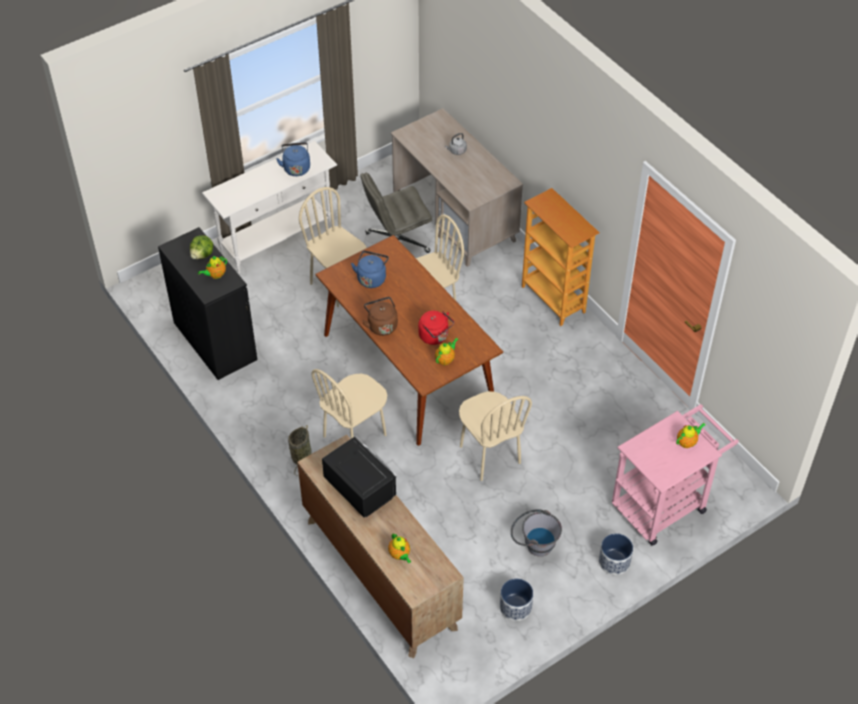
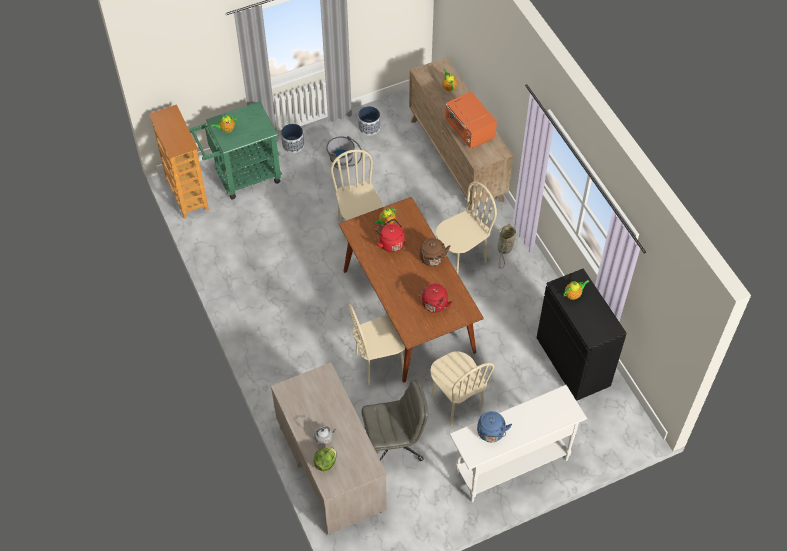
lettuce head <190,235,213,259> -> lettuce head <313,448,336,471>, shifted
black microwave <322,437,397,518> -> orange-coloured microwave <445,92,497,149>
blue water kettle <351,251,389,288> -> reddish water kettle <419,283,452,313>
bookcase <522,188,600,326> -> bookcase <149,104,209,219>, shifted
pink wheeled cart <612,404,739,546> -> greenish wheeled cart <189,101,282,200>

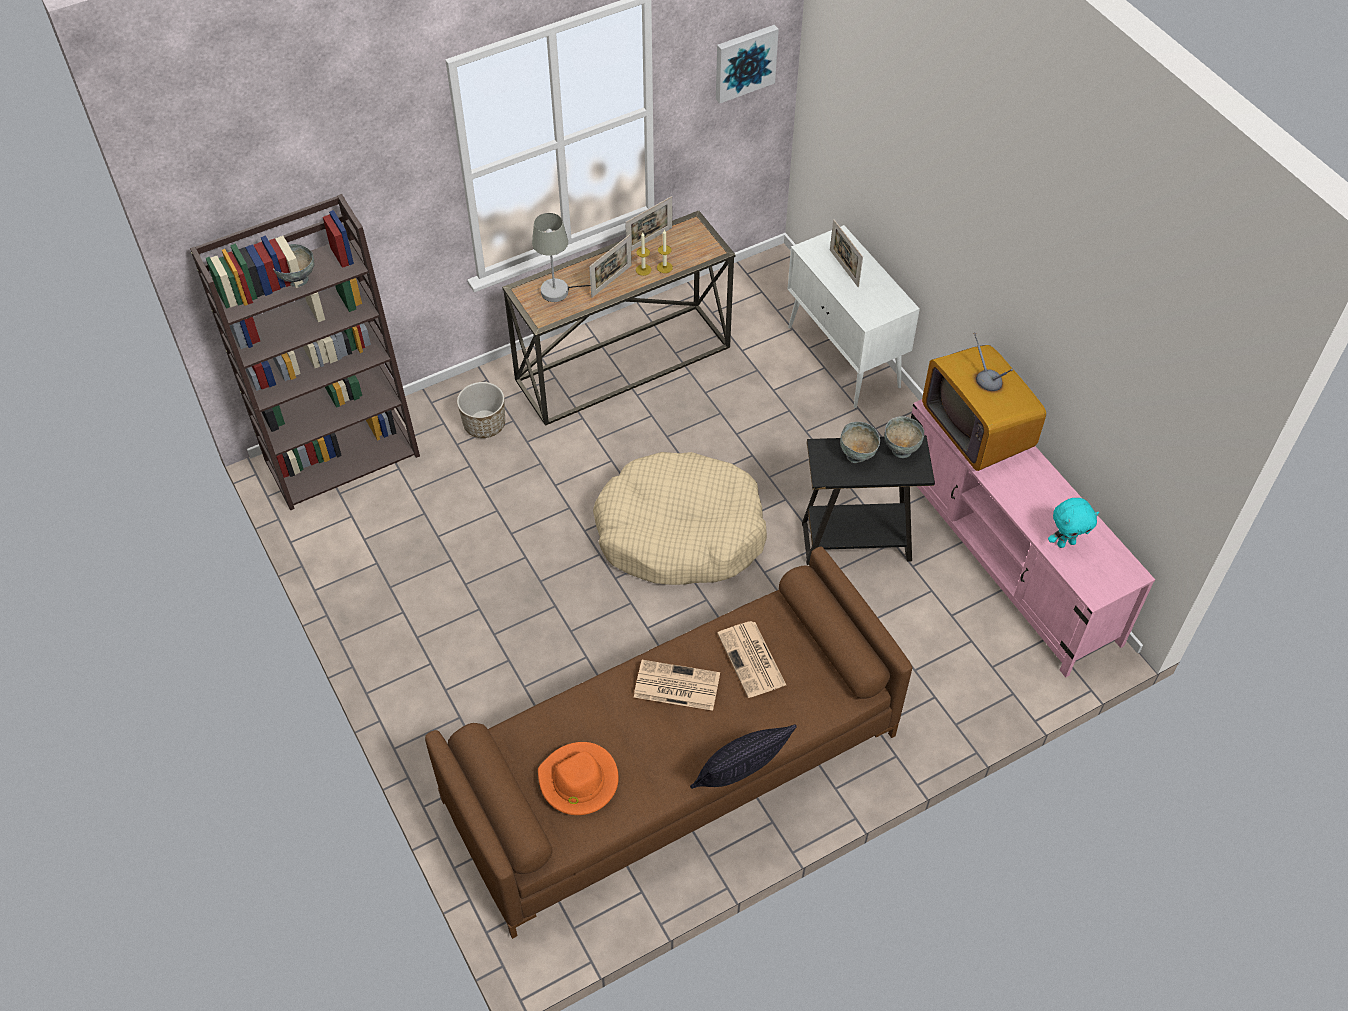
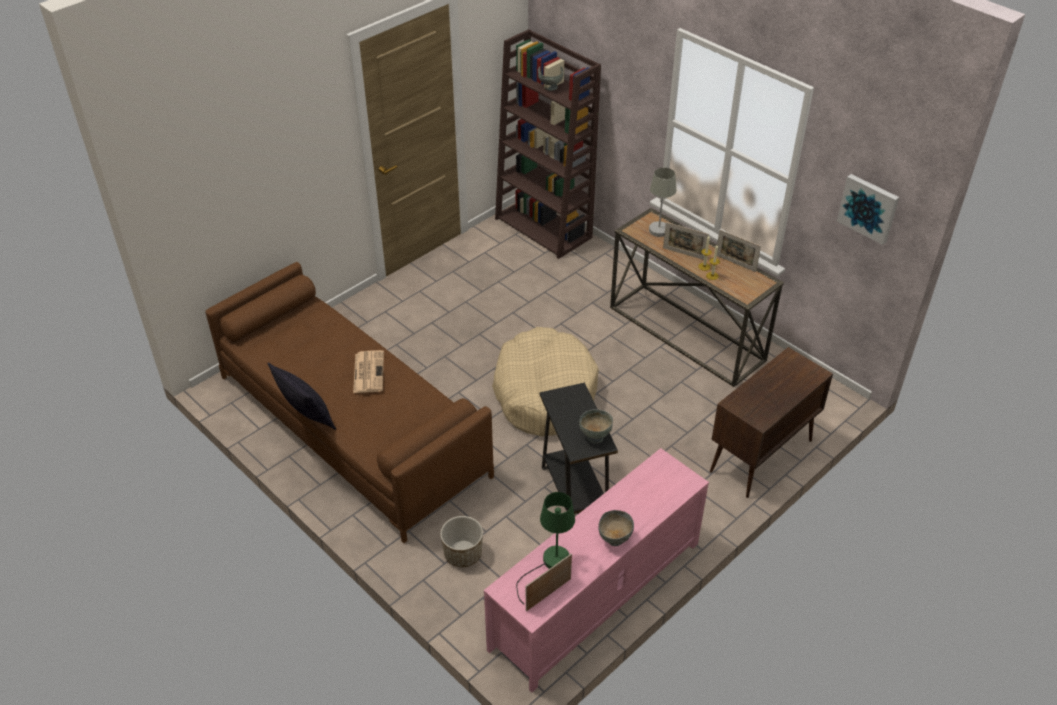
planter <457,382,505,438> -> planter <440,516,483,567>, shifted
orange-coloured clothing hat <538,742,619,815> -> none
daily paper <717,621,786,698> -> none
white cupboard <788,225,920,408> -> brown cupboard <710,347,833,498>
picture frame <830,219,863,287> -> picture frame <526,553,572,611>, shifted
grey bowl <840,422,880,463> -> grey bowl <598,510,634,546>, shifted
television <922,332,1046,471> -> none
turquoise-coloured cuddly toy <1048,498,1099,548> -> greenish tabletop lamp <516,492,575,605>

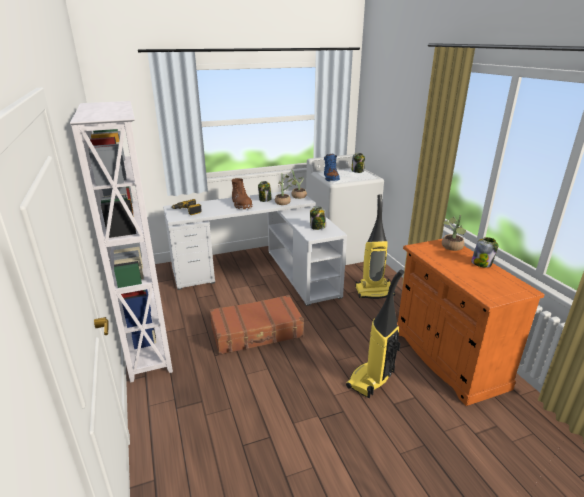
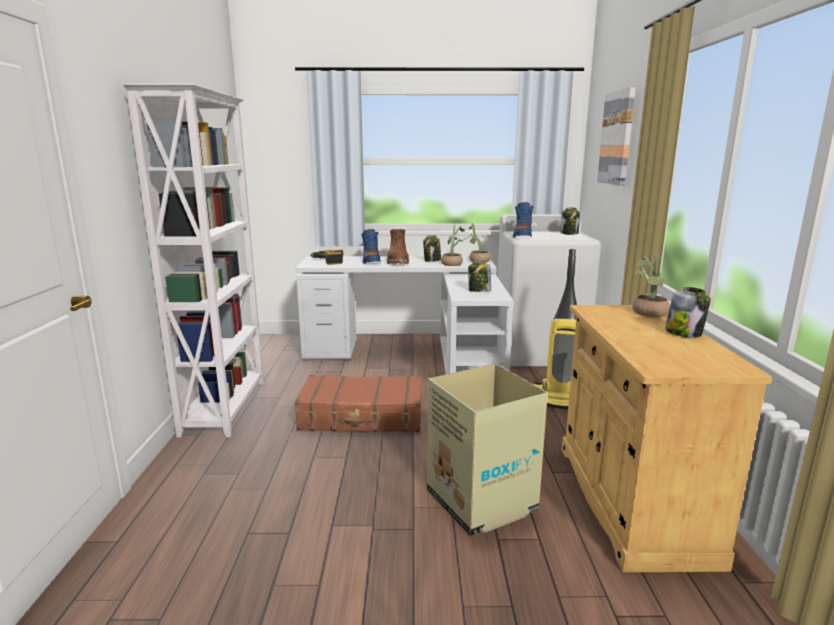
vacuum <346,270,404,398> -> cardboard box <427,364,548,536>
orange-coloured cupboard <397,239,545,406> -> beige cupboard <562,305,772,572>
none -> blue high-top boot <361,229,381,264>
none -> wall picture <597,87,636,186>

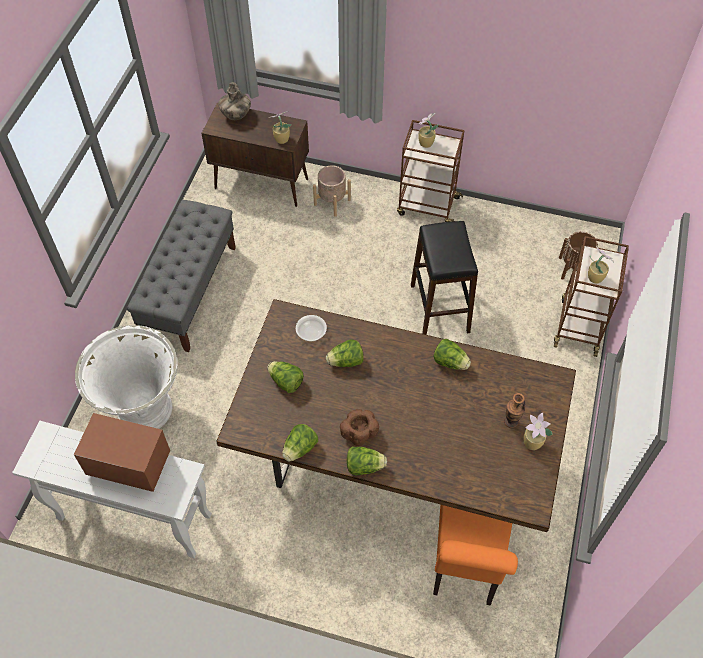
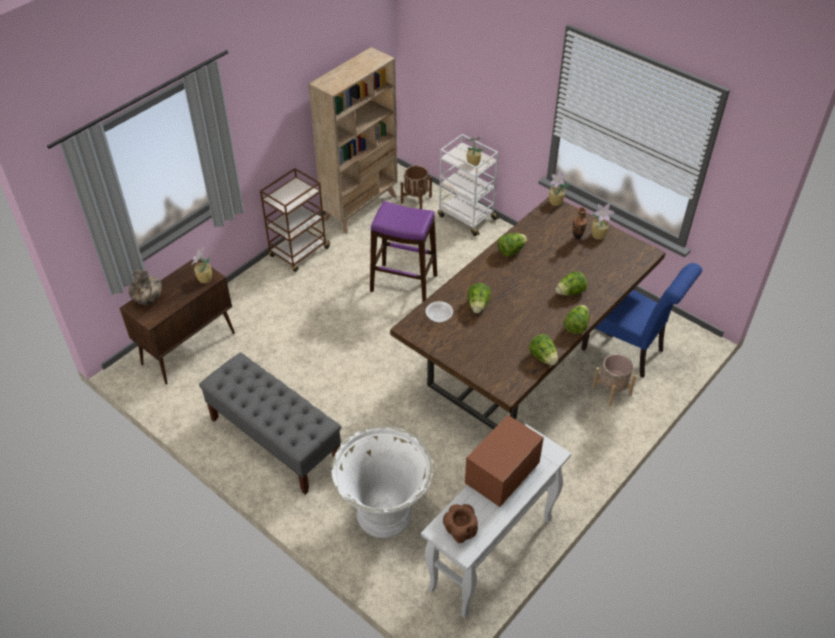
lettuce head <267,361,304,393> -> lettuce head <556,271,587,295>, shifted
beige planter <313,165,351,217> -> beige planter <592,354,637,407>, shifted
brown bowl <340,409,379,446> -> brown bowl <443,504,478,543>, shifted
black stool <411,221,478,335> -> purplish stool <370,201,437,302>
plant in a pot <417,113,439,148> -> plant in a pot <549,170,569,206>, shifted
orange-coloured plain chair <433,504,518,606> -> blue plain chair <581,263,702,378>
brown wheeled cart <554,236,629,357> -> white wheeled cart <438,134,499,236>
none -> beige bookcase <309,47,398,233>

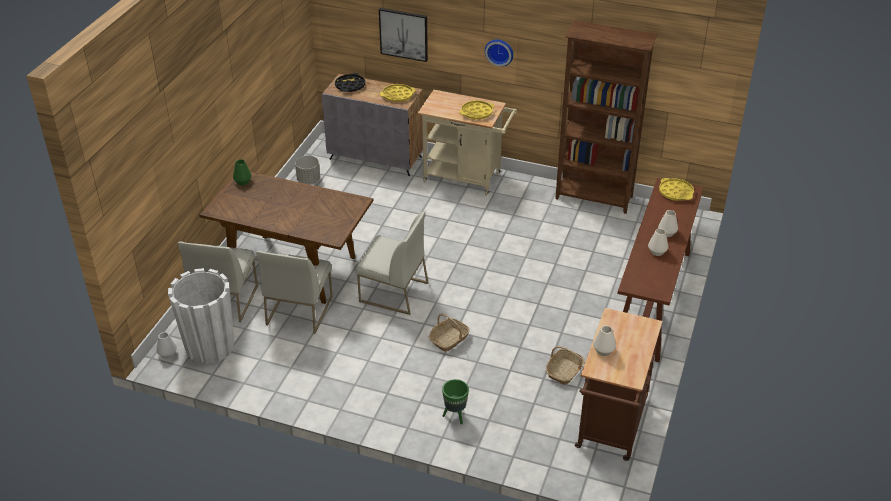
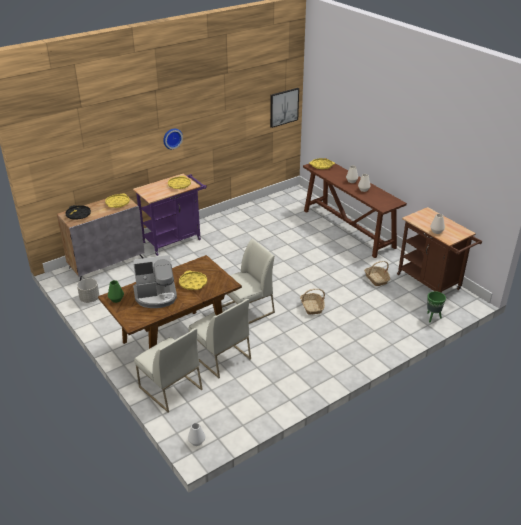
white planter <168,268,234,364> -> none
wall picture <379,8,428,62> -> wall picture <270,88,299,128>, shifted
beige wheeled cart <418,90,517,195> -> purplish wheeled cart <133,174,207,256>
greenish planter <442,379,469,424> -> greenish planter <427,291,446,322>, shifted
brown bookcase <555,20,658,214> -> none
none -> coffee brewer <133,255,177,308>
none -> yellowish carrying tray <179,271,207,290>

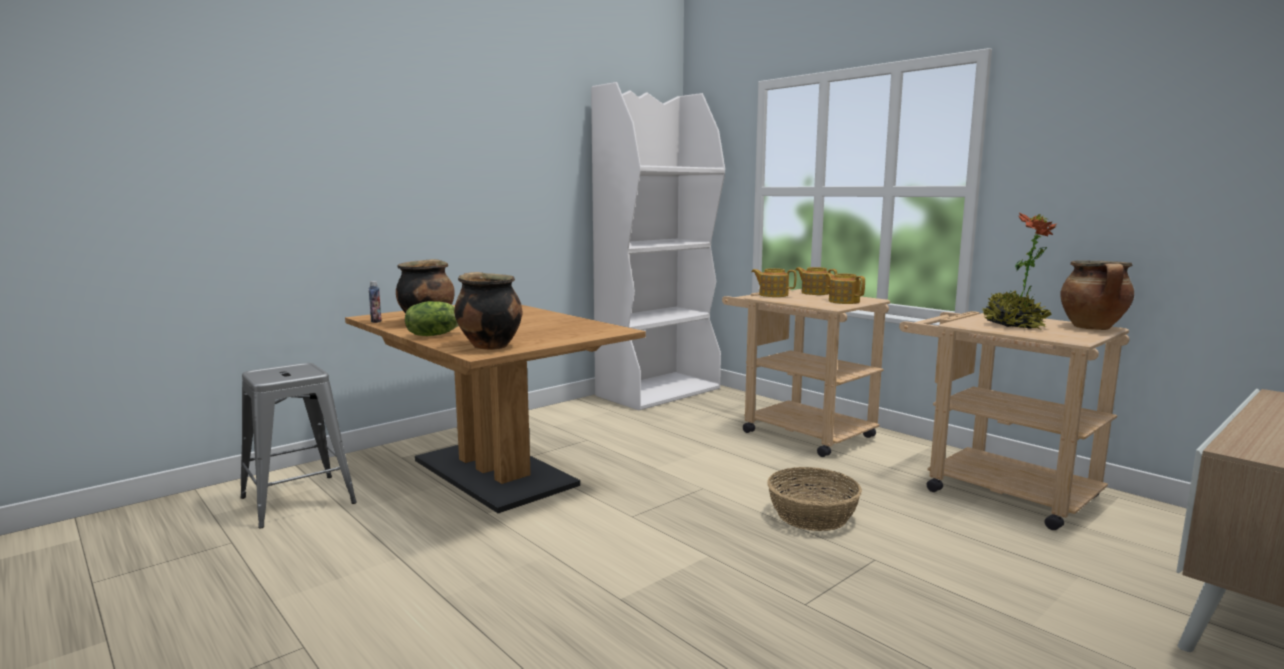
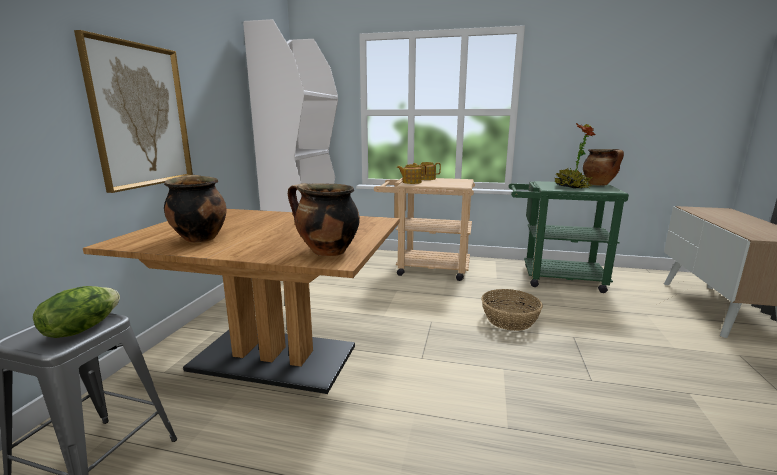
beverage bottle <369,281,382,323> -> none
lettuce head <405,301,459,336> -> lettuce head <33,286,120,338>, shifted
teapot <825,273,865,304> -> none
beige wheeled cart <899,311,1129,530> -> greenish wheeled cart <509,181,629,293>
none -> wall picture <74,30,193,193>

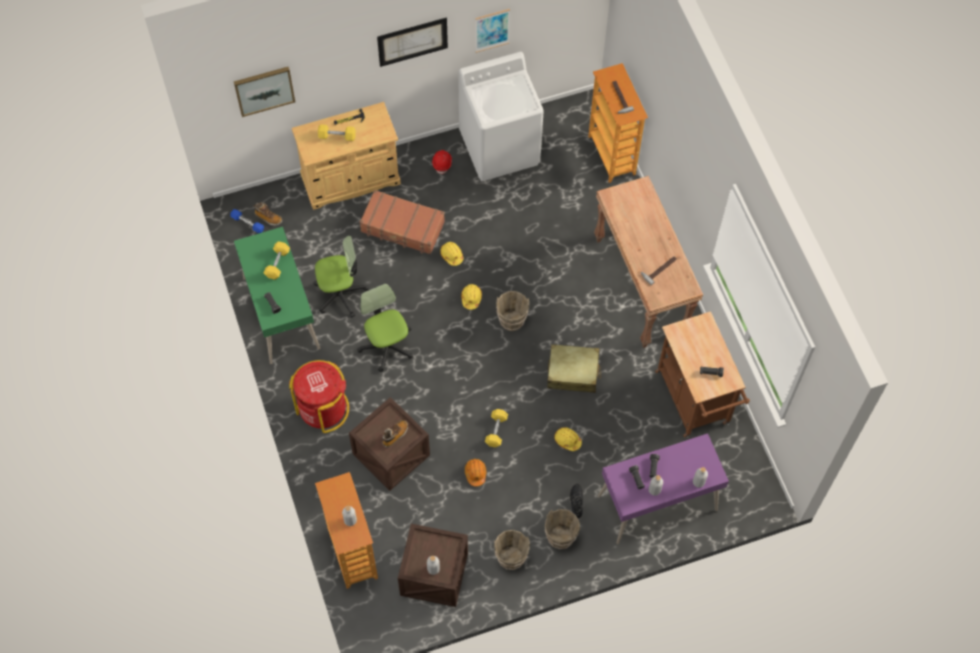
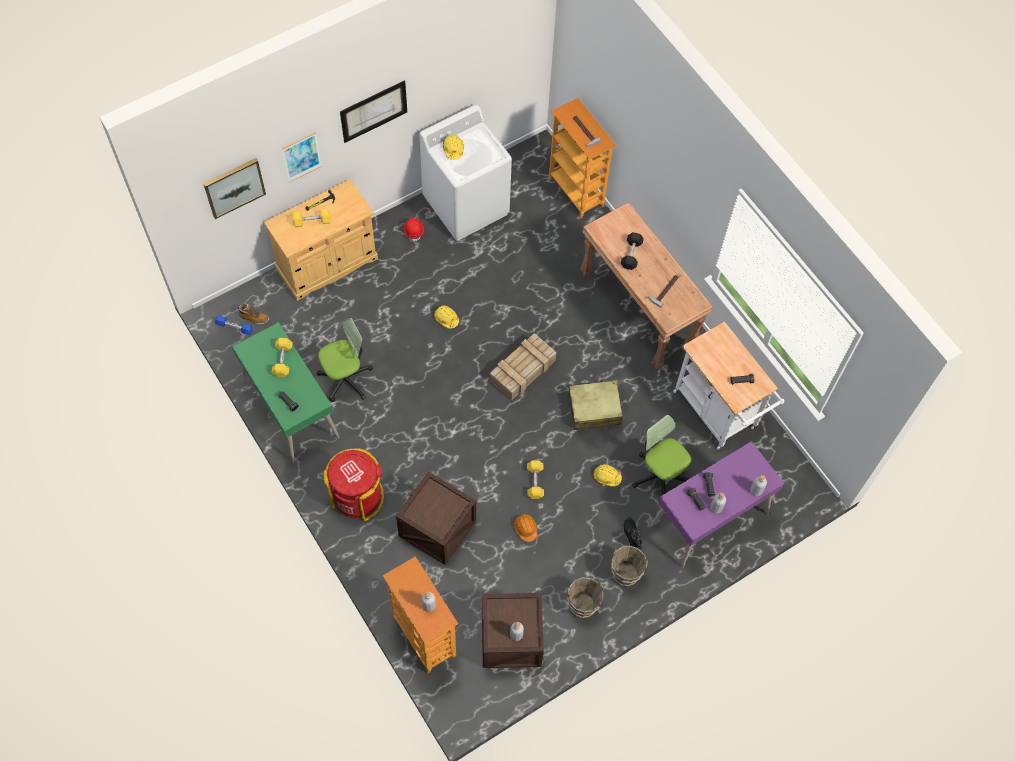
office chair <357,284,413,372> -> office chair <632,415,691,495>, shifted
brown travel case <359,190,445,254> -> none
high-top boot <382,420,408,448> -> none
yellowish safety helmet <461,284,482,310> -> yellowish safety helmet <443,134,464,160>, shifted
wall picture <475,9,510,53> -> wall picture <282,132,322,182>, shifted
brown bucket <496,291,529,331> -> packing crate <490,333,557,401>
brown wheeled cart <655,311,750,438> -> white wheeled cart <673,322,784,450>
none -> black free weight <621,232,644,270>

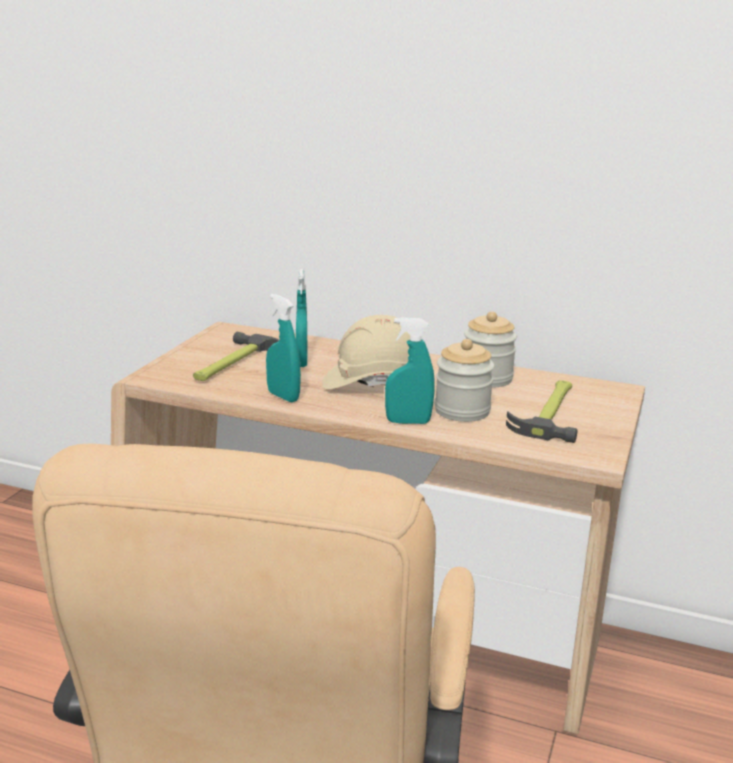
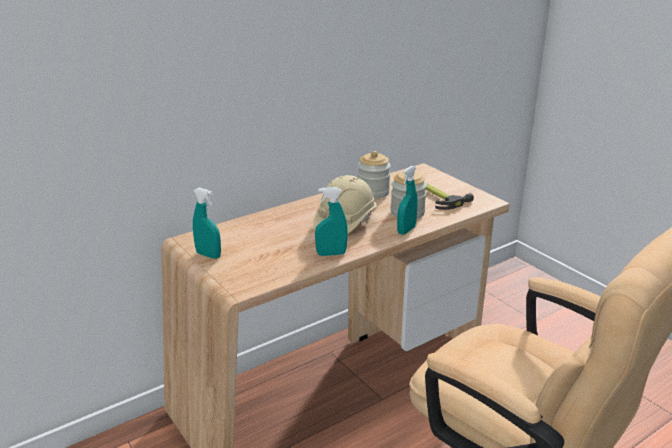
hammer <193,332,279,381> -> none
turquoise-coloured spray bottle <296,269,308,367> -> turquoise-coloured spray bottle <193,187,221,259>, shifted

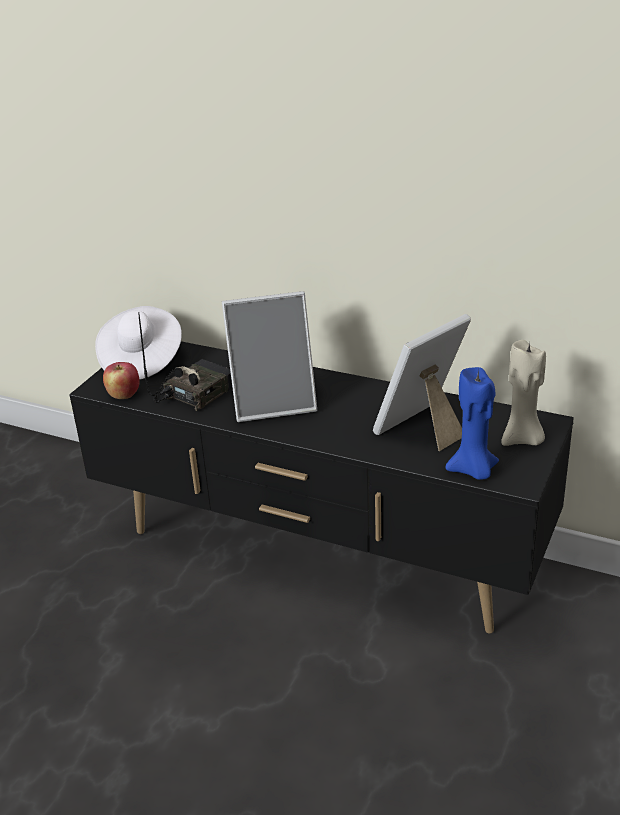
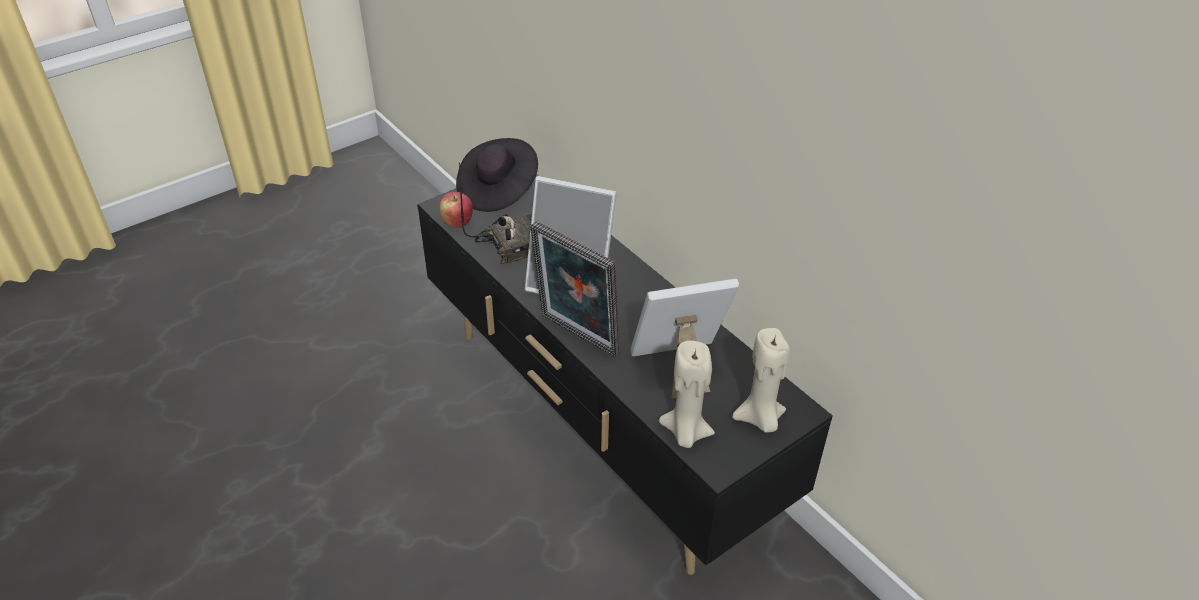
white clothing hat <95,306,182,380> -> black clothing hat <456,138,538,212>
blue wax candle <445,367,499,480> -> beige wax candle <659,341,715,448>
none -> picture frame <530,221,620,357>

